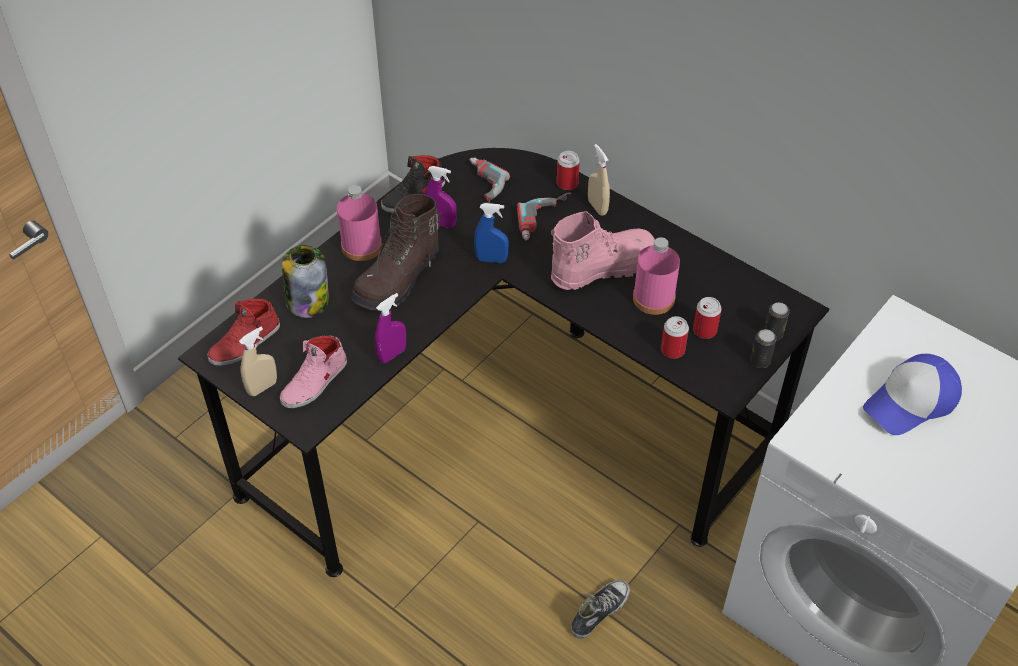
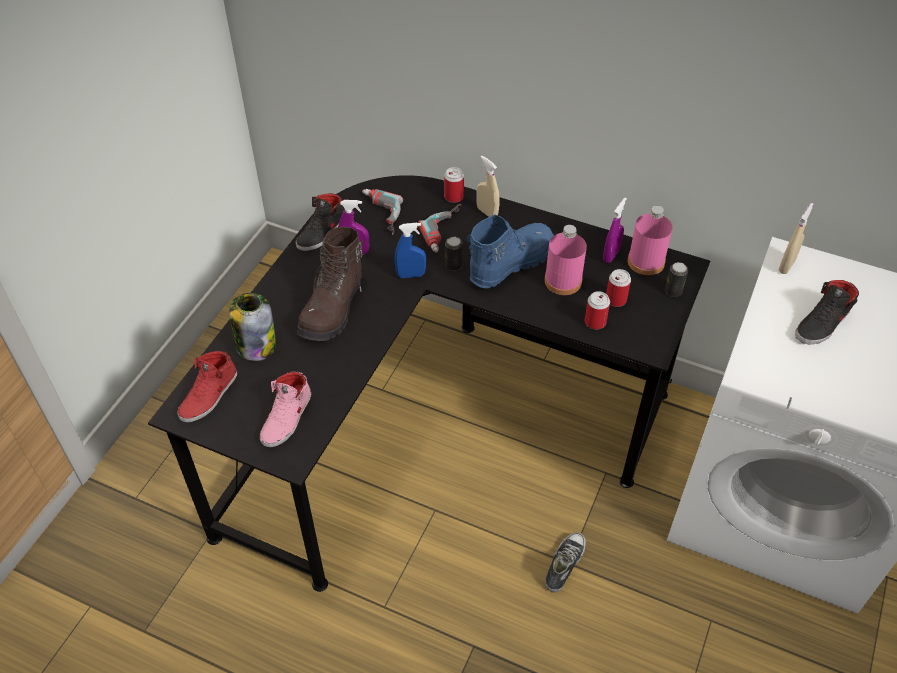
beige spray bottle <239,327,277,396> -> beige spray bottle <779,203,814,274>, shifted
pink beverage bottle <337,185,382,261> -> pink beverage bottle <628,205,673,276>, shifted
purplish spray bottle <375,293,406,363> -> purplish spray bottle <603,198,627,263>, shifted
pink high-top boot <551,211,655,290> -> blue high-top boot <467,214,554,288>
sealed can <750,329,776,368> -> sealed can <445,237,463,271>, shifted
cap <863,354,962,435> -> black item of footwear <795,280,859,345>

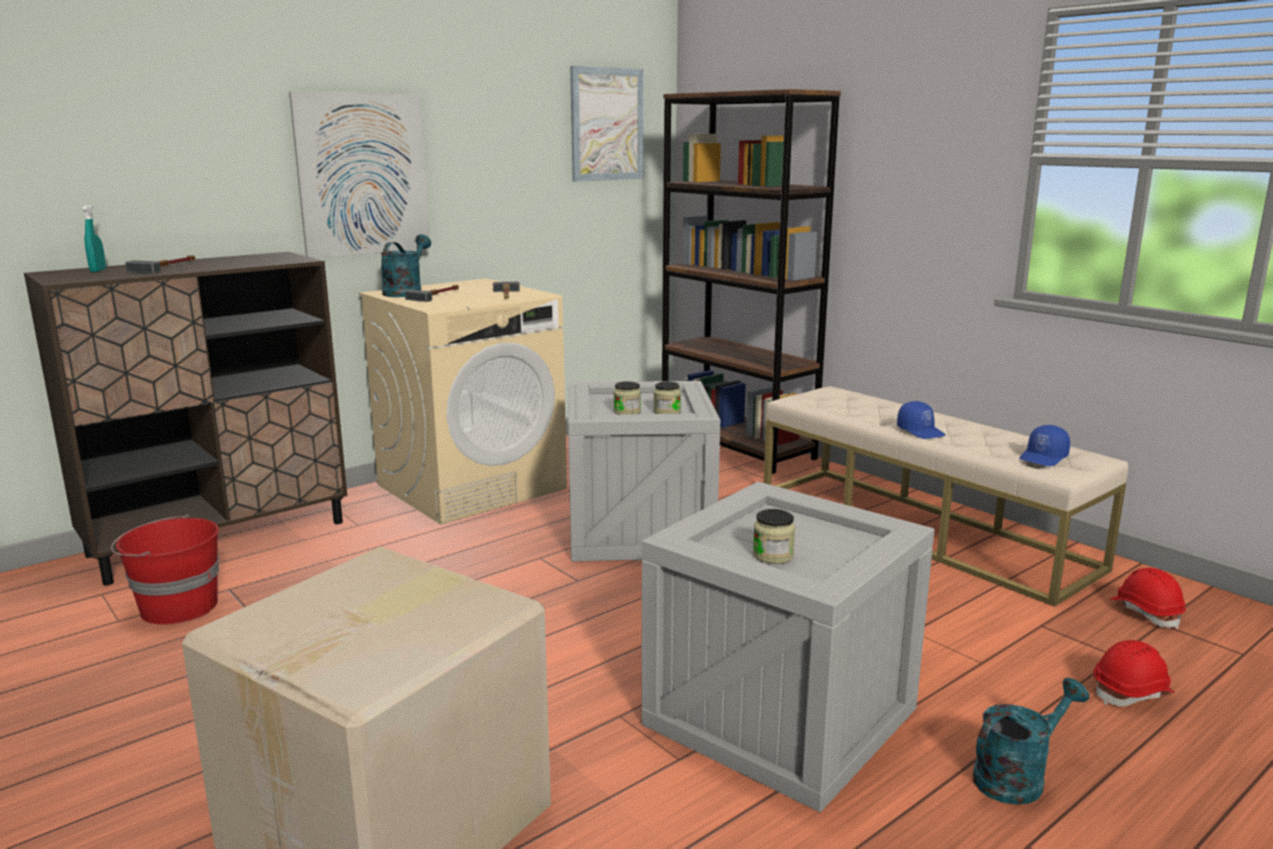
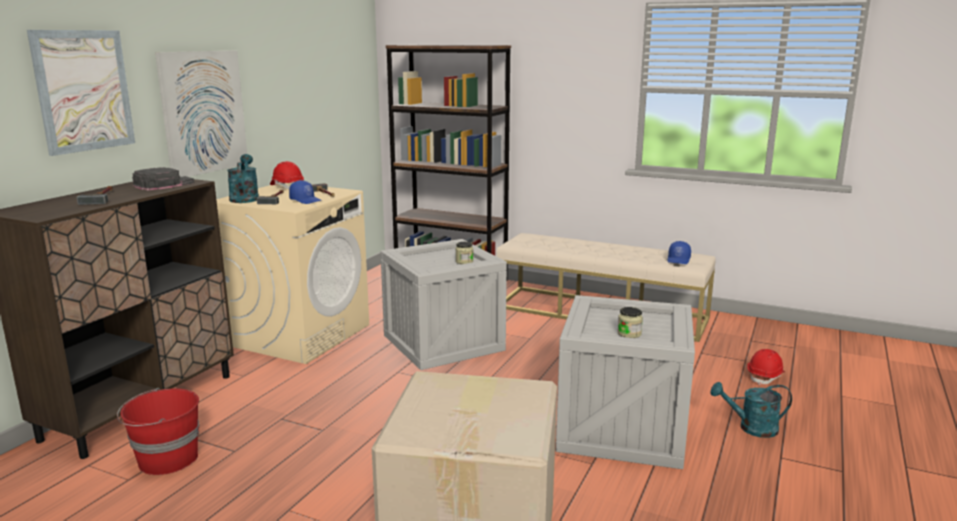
turquoise-coloured spray bottle <82,205,106,272> -> none
wall picture <570,66,644,182> -> wall picture <27,30,135,156>, shifted
preserve jar <614,381,641,415> -> none
blue cap <897,401,946,439> -> blue cap <289,180,322,204>, shifted
turquoise-coloured watering can <973,678,1089,805> -> turquoise-coloured watering can <711,382,792,438>, 120 degrees counterclockwise
reddish safety helmet <1109,568,1186,630> -> reddish safety helmet <270,161,304,189>, shifted
none -> black cap <132,167,194,190>

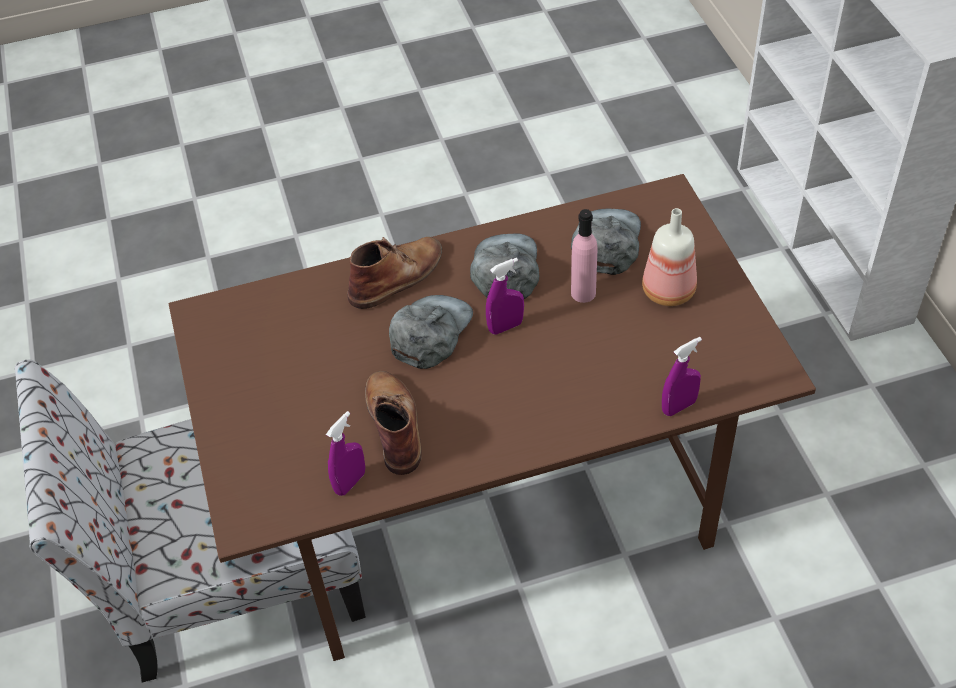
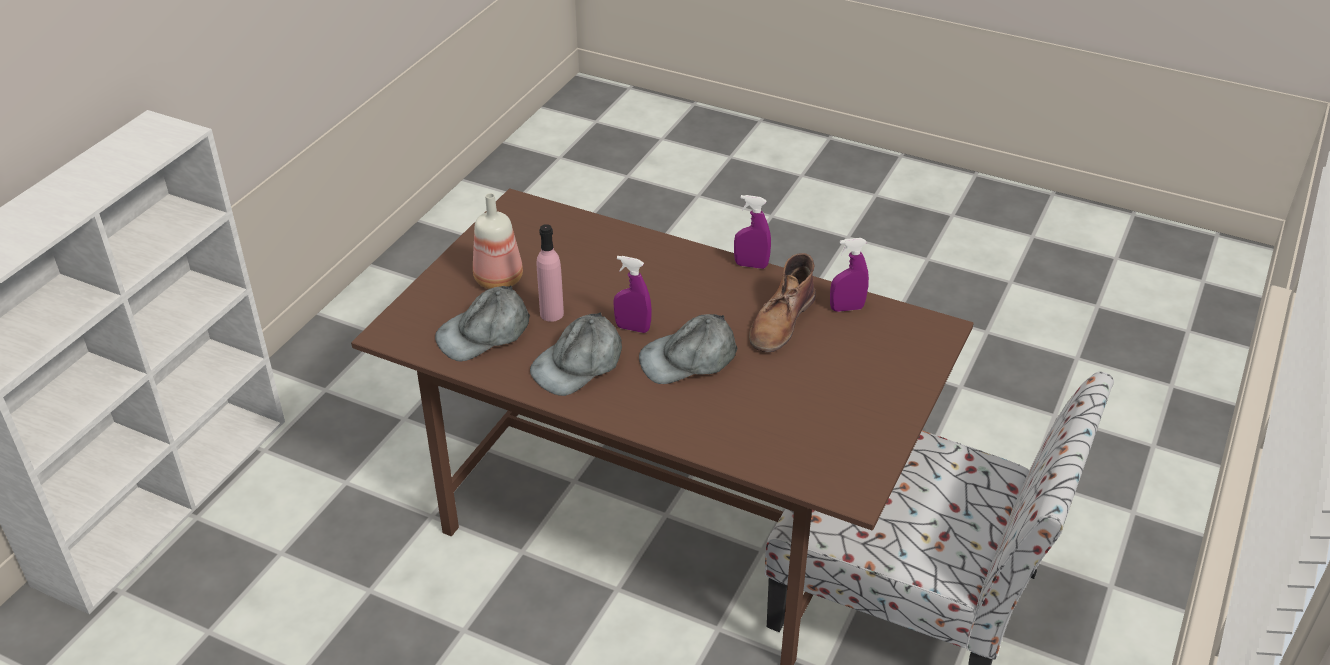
brown high-top boot <347,237,442,309> -> none
purplish spray bottle <662,337,702,416> -> purplish spray bottle <734,195,771,269>, shifted

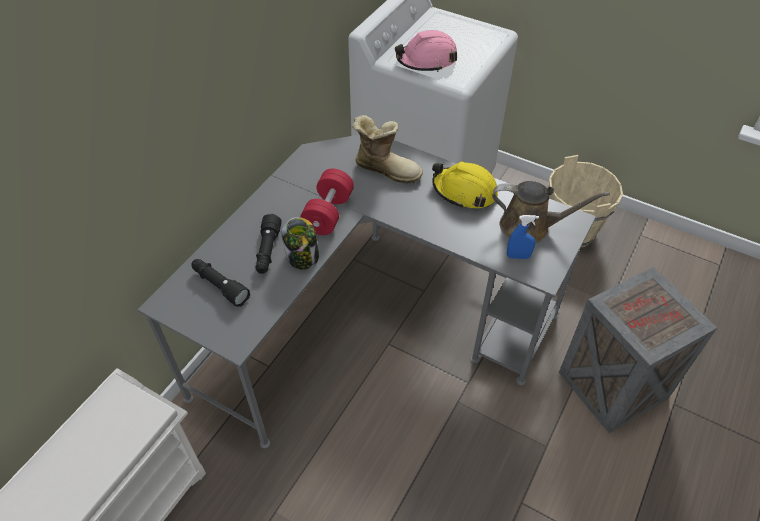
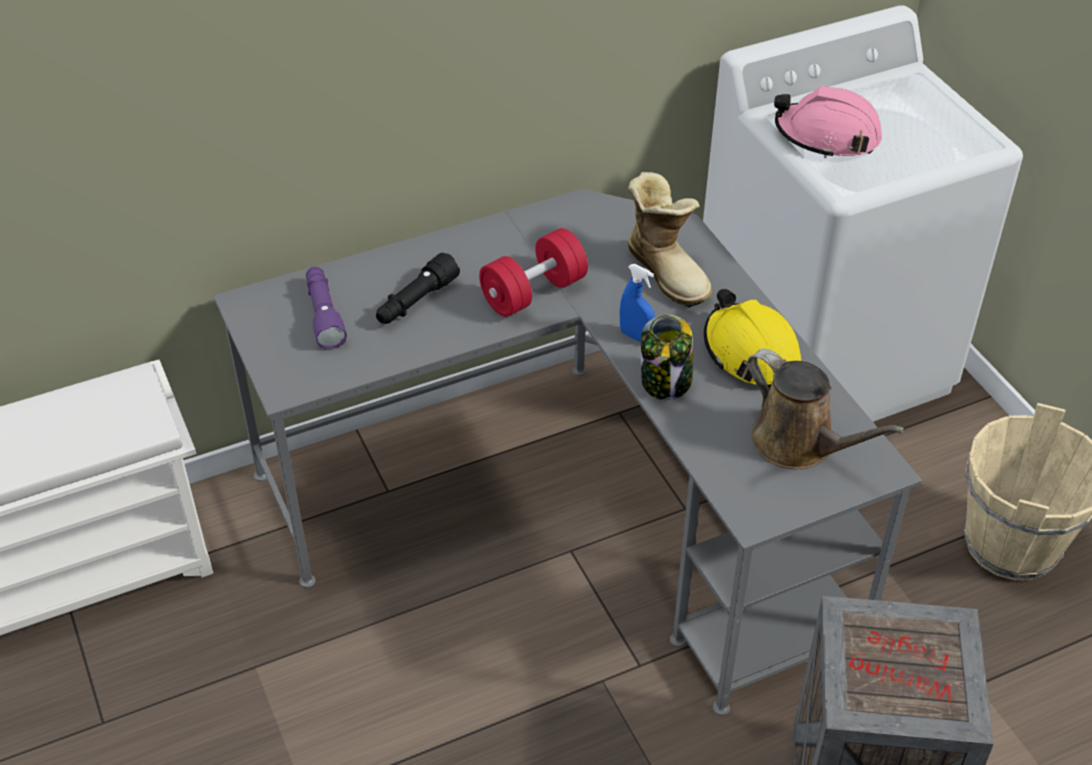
black torch <191,259,250,307> -> purplish torch <306,267,347,350>
preserve jar <281,217,319,270> -> preserve jar <641,315,693,400>, shifted
blue spray bottle <507,215,539,259> -> blue spray bottle <619,264,655,343>, shifted

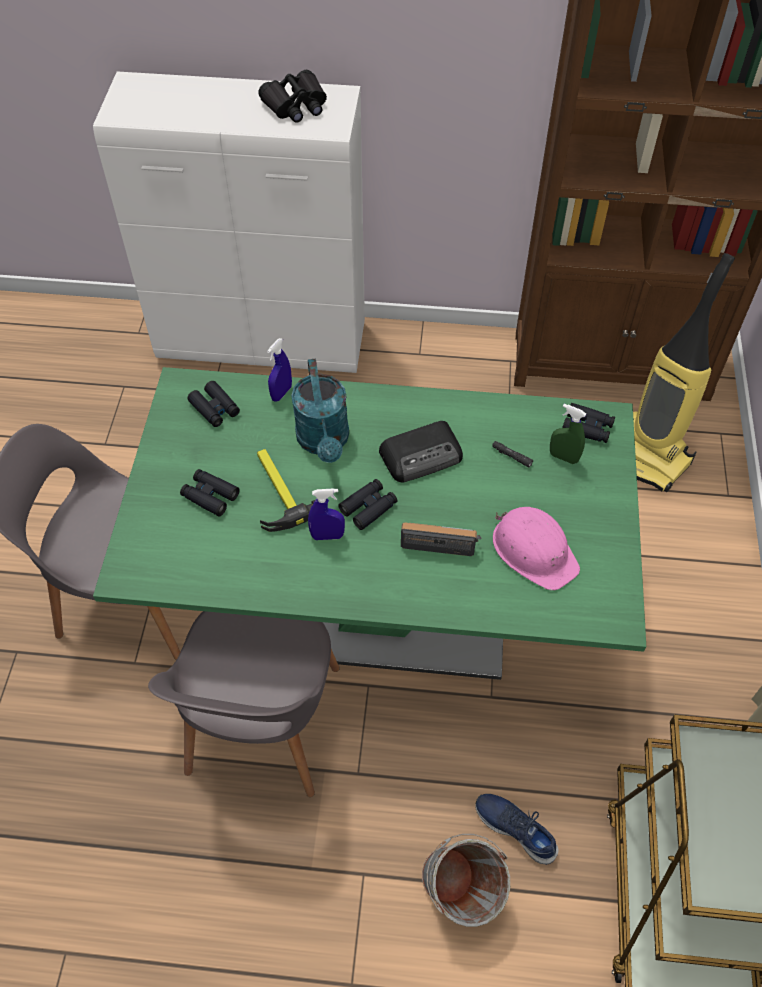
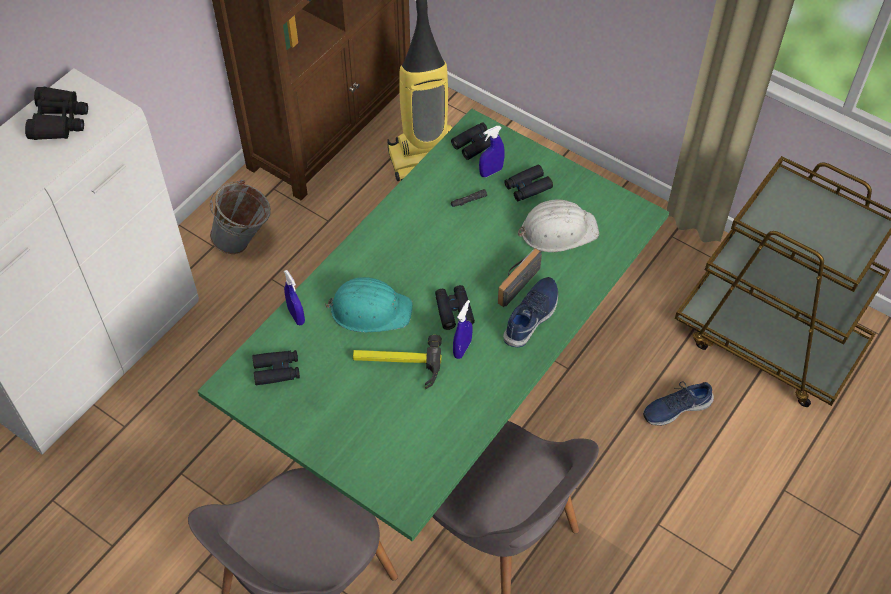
black pair of binoculars <180,469,239,516> -> black pair of binoculars <504,165,553,202>, shifted
turquoise-coloured watering can <291,358,349,463> -> turquoise-coloured safety helmet <325,277,413,332>
radio <379,421,463,483> -> none
grey bucket <422,834,510,927> -> grey bucket <210,180,271,254>, shifted
pink safety helmet <493,507,580,591> -> white safety helmet <517,199,599,252>
greenish spray bottle <550,404,586,464> -> blue spray bottle <479,126,505,177>
none -> blue item of footwear <503,277,558,347>

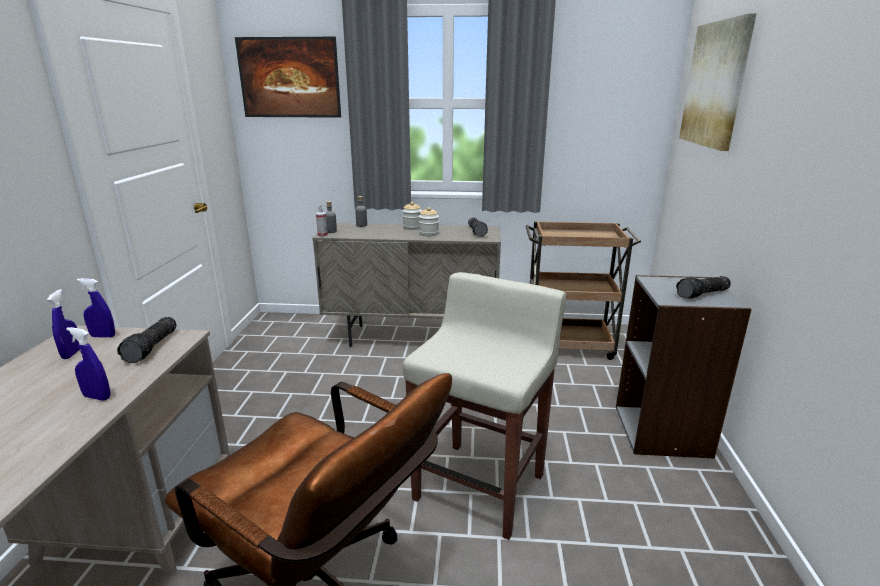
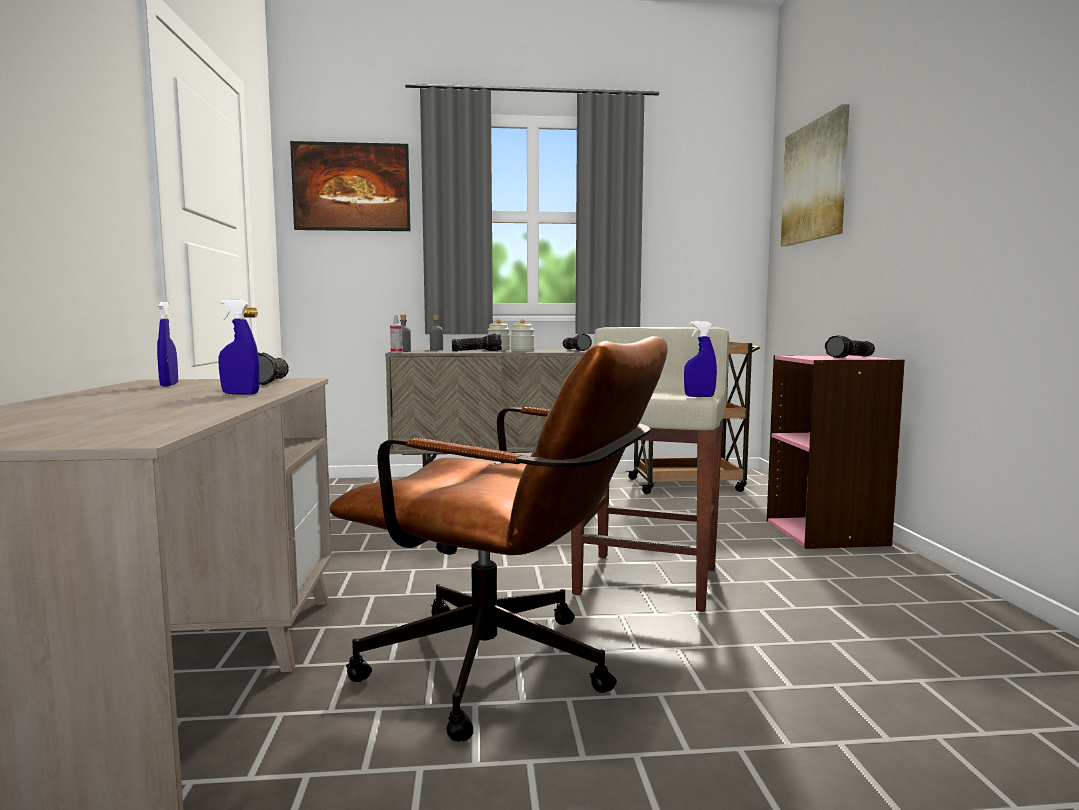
blue spray bottle <77,278,115,338> -> blue spray bottle <684,321,717,397>, shifted
grey bookcase <616,275,752,459> -> pink bookcase <767,355,905,549>
none -> torch <451,334,502,351>

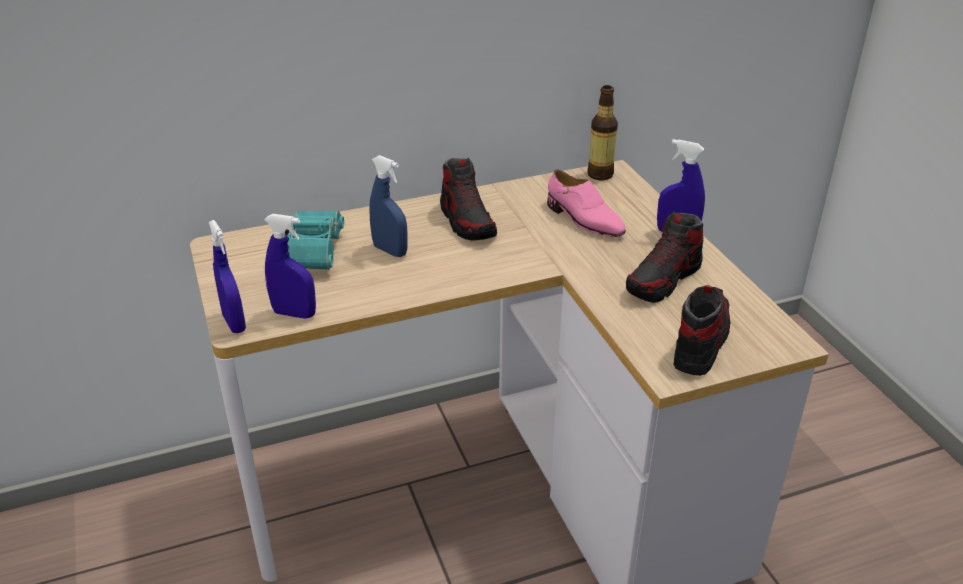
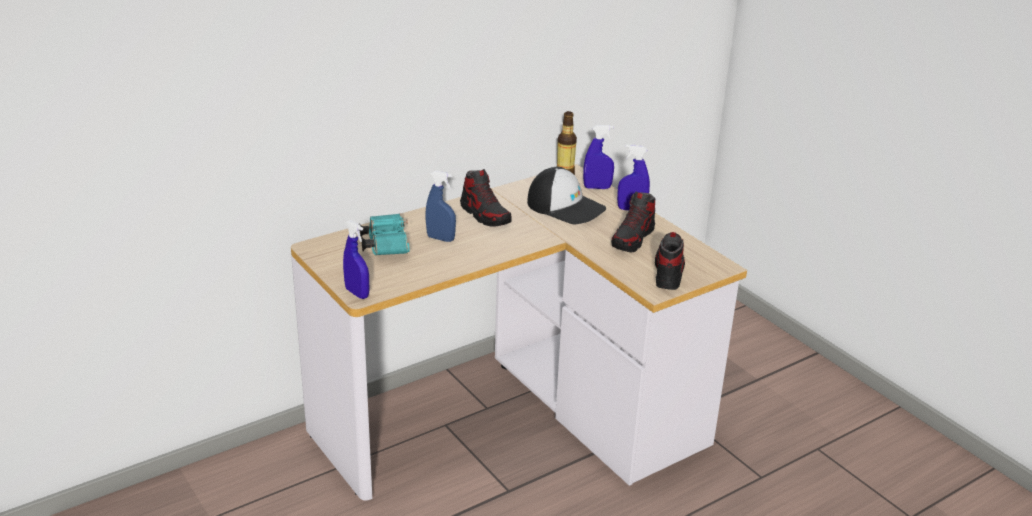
blue spray bottle <265,214,316,319> -> blue spray bottle <583,125,614,189>, shifted
pink item of footwear <547,170,626,237> -> cap <527,167,606,225>

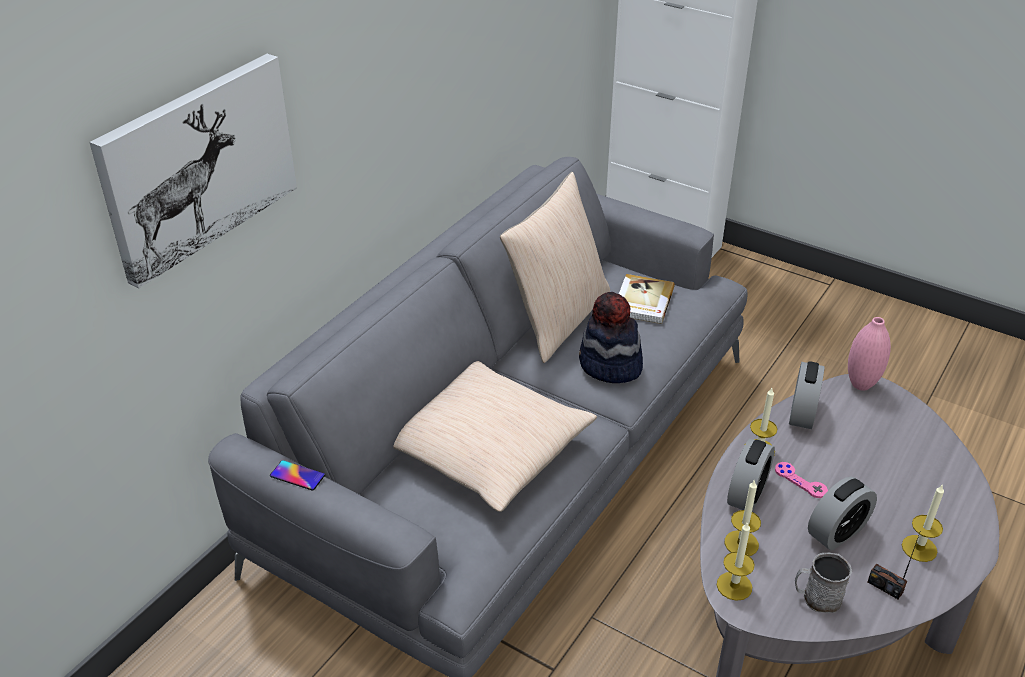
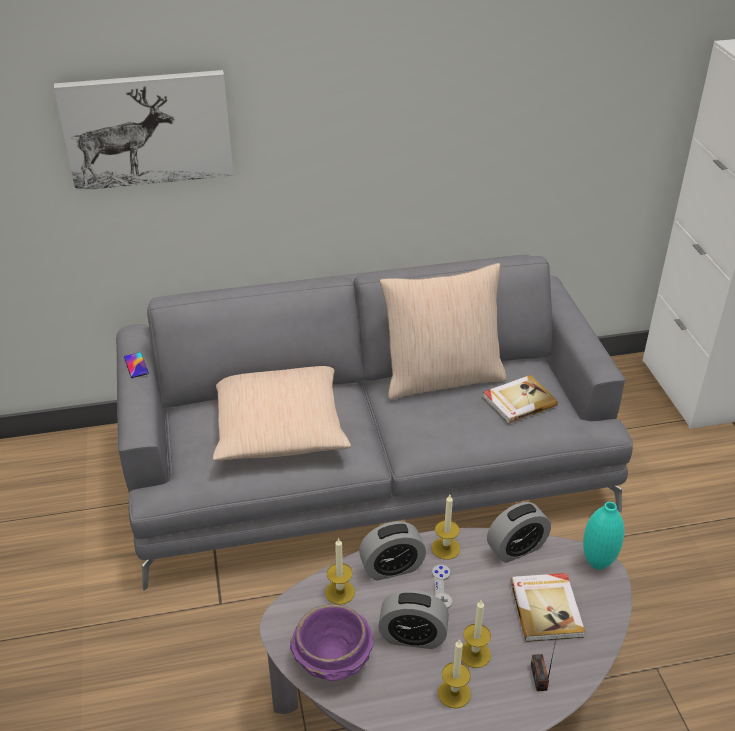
clothing hat <579,292,643,383> -> none
wax candle <717,521,755,601> -> wax candle <461,600,491,668>, shifted
pink joypad <775,462,828,498> -> grey joypad <432,565,452,609>
grey tea mug <795,553,852,613> -> purplish bowl <290,604,374,681>
pink flower vase <848,317,891,391> -> turquoise-coloured flower vase <583,502,624,570>
radio <868,533,920,599> -> radio <531,640,556,691>, shifted
none -> book <510,573,585,642>

